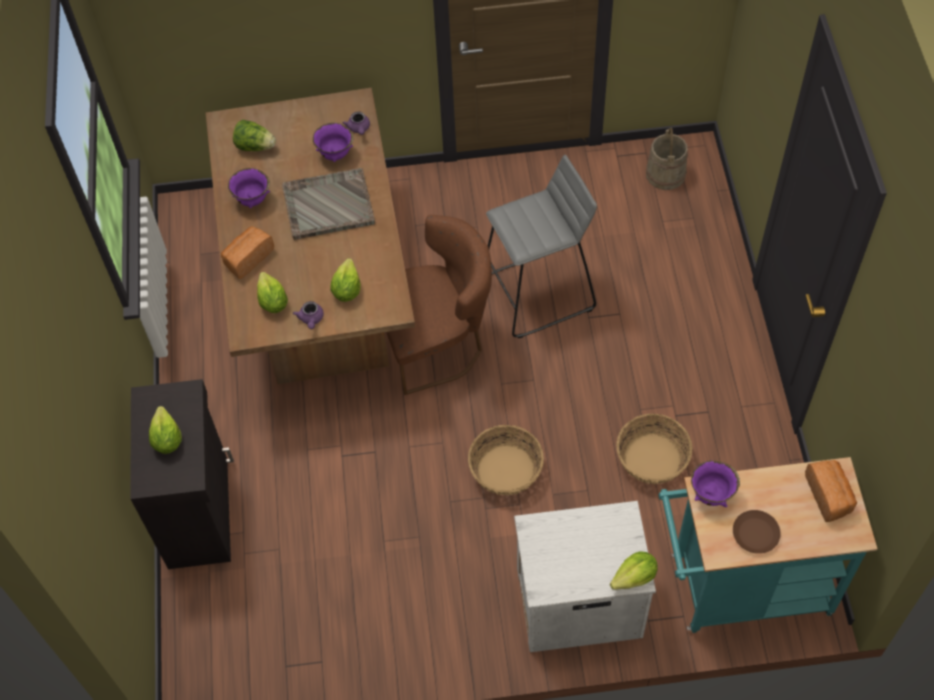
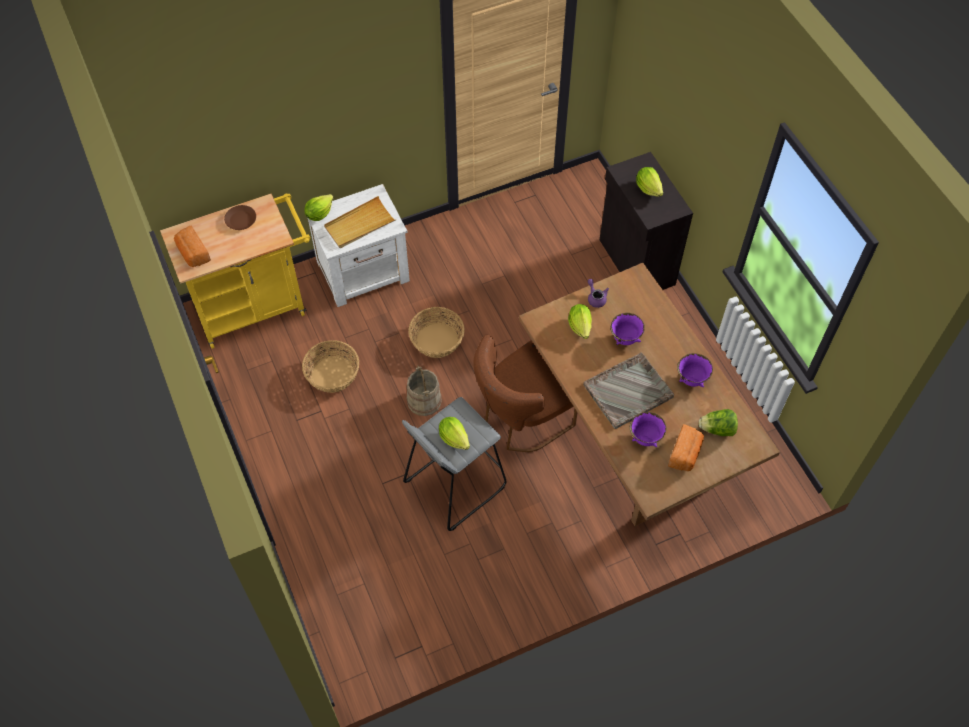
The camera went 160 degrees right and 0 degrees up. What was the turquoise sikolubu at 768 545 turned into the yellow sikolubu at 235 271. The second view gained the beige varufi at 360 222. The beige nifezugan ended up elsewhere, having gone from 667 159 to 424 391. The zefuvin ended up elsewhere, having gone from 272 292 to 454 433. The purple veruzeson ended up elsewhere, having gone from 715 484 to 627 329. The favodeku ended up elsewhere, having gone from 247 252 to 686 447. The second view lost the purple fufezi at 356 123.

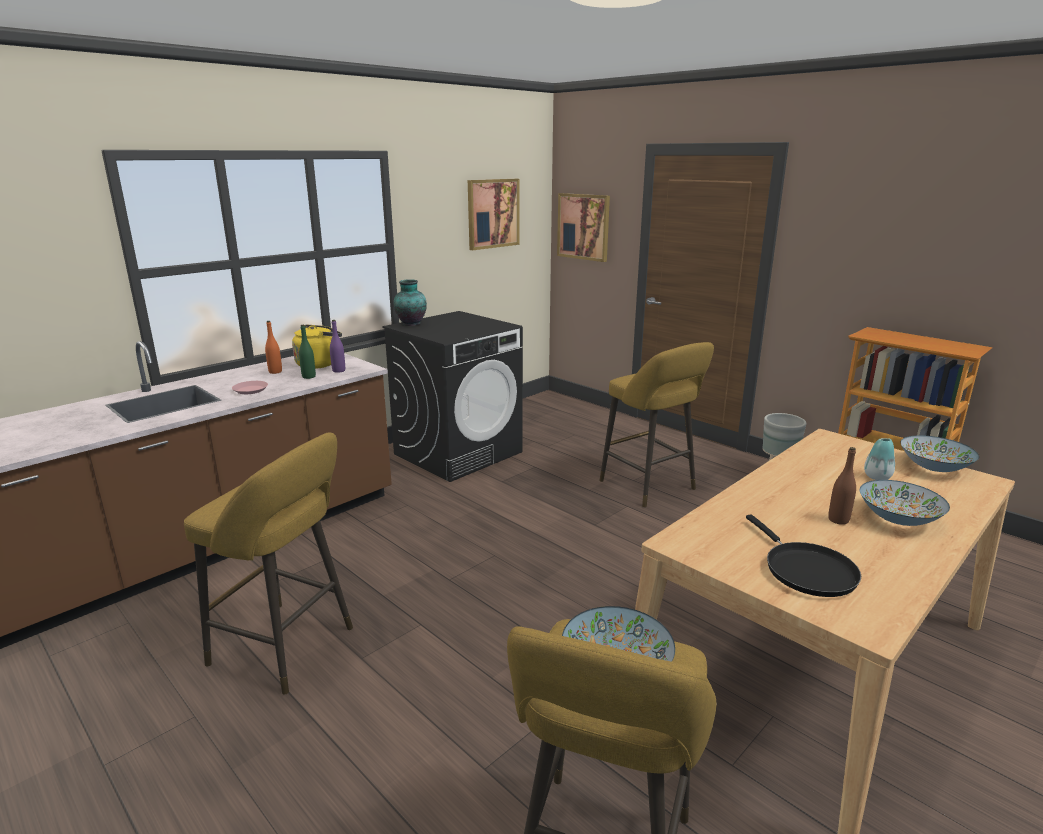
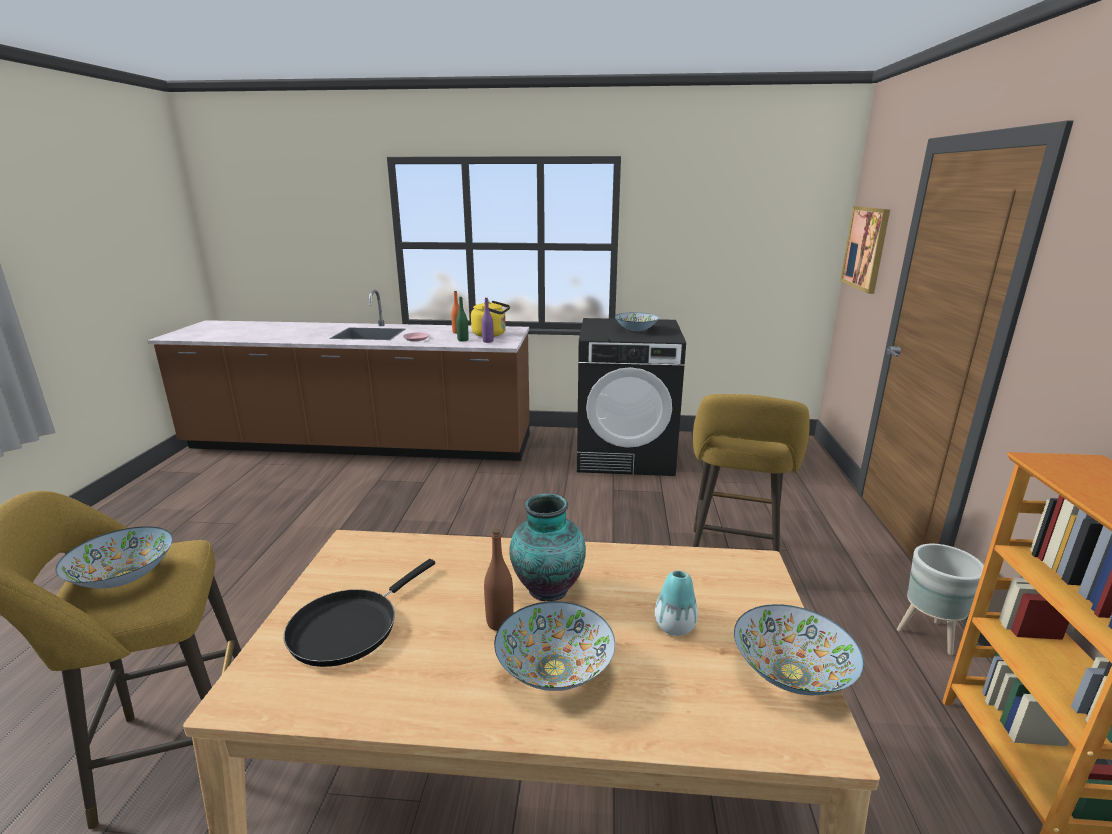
The camera went 50 degrees right and 0 degrees up. The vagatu ended up elsewhere, having gone from 410 302 to 547 547. The second view gained the veruzeson at 637 322. The second view lost the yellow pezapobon at 268 563. The second view lost the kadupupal at 494 214.

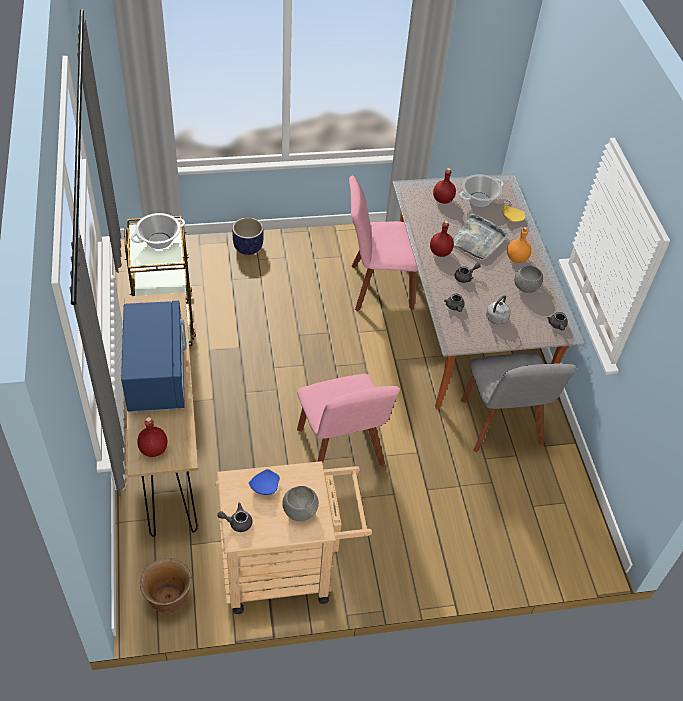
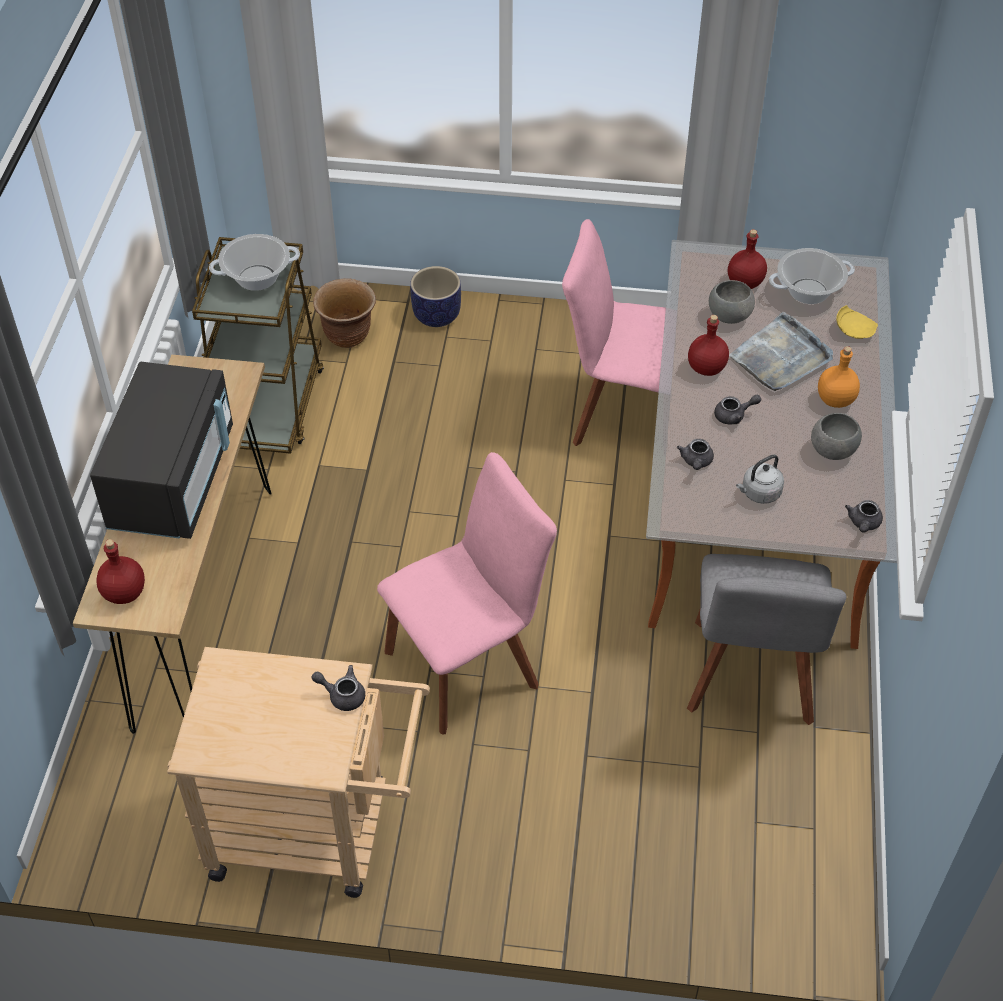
The camera went 20 degrees right and 0 degrees up. What was the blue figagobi at 154 356 turned into the black figagobi at 161 450. The grey fufezi ended up elsewhere, having gone from 234 517 to 338 688. The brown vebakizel ended up elsewhere, having gone from 166 585 to 344 313. The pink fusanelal at 348 420 ended up facing another way, 120 degrees counterclockwise from before. The grey veruzeson ended up elsewhere, having gone from 300 503 to 732 302. The second view lost the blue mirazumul at 264 482.

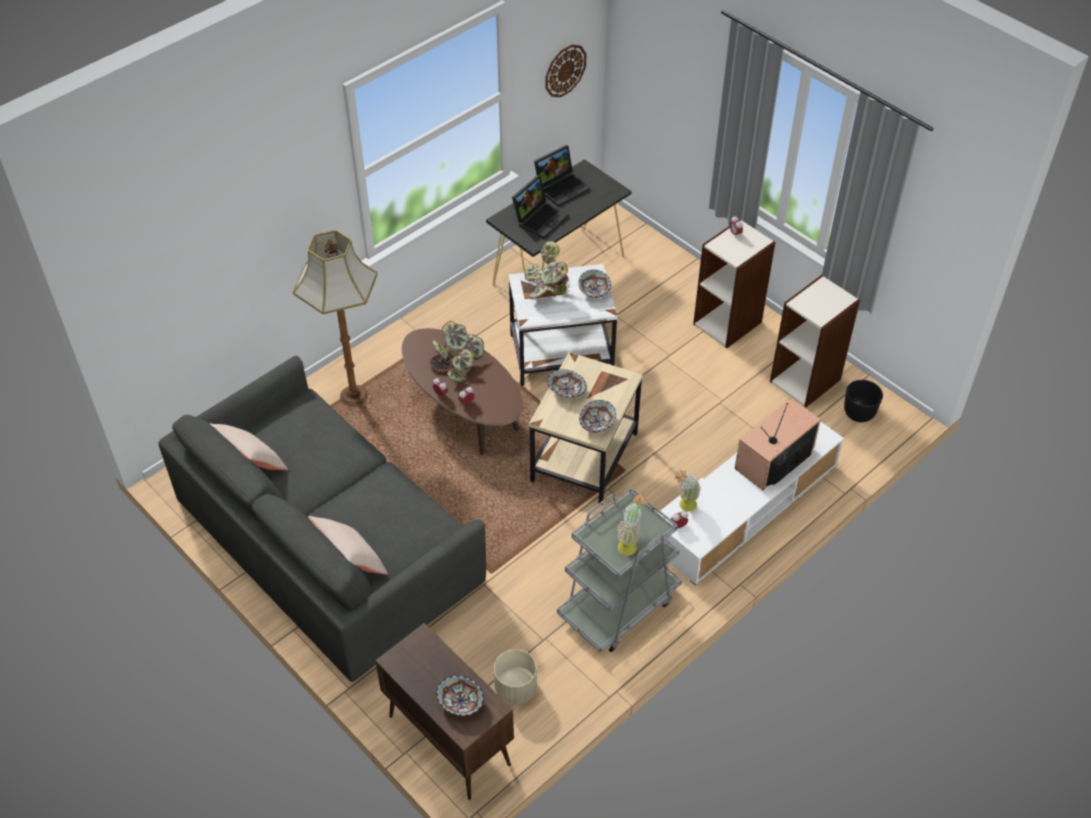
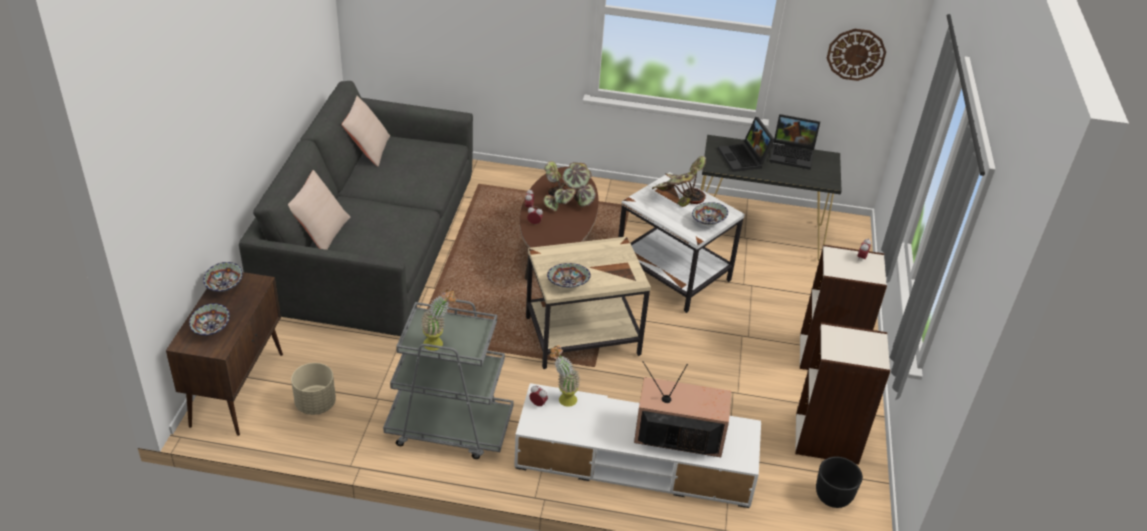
The camera went 50 degrees right and 10 degrees down. The veruzeson ended up elsewhere, having gone from 567 383 to 223 277. The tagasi at 540 207 ended up facing another way, 75 degrees clockwise from before. The second view lost the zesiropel at 335 318.

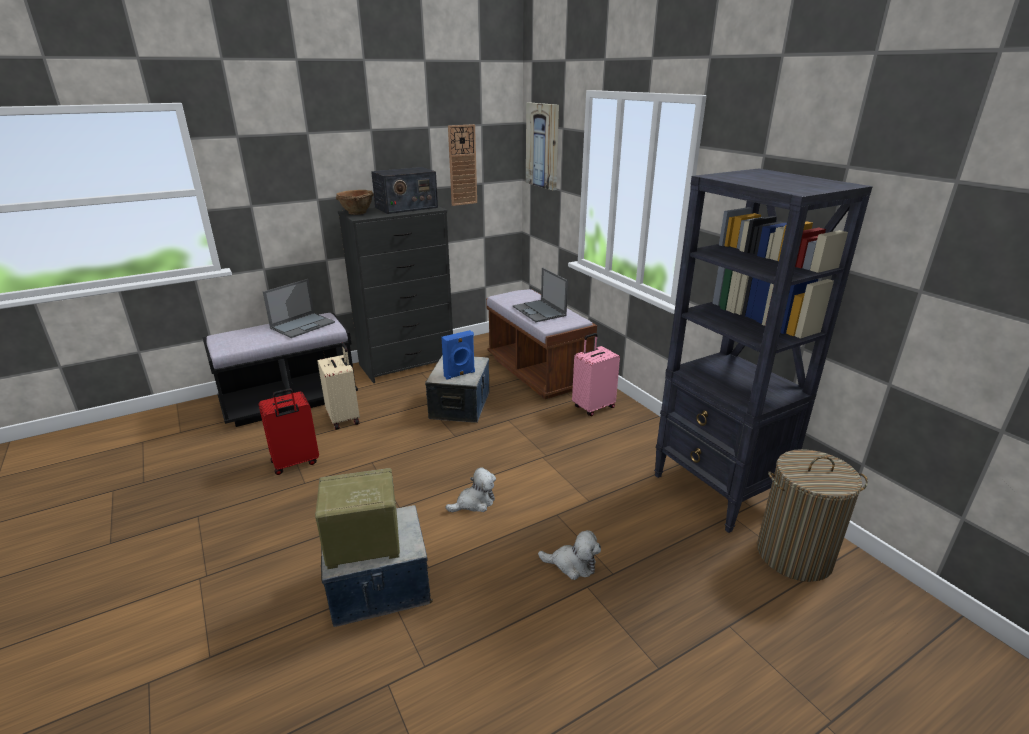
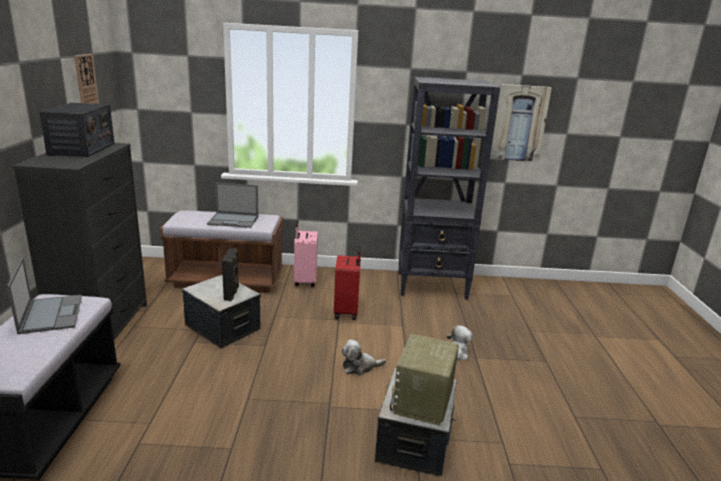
The camera went 60 degrees left and 5 degrees down. What was the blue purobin at 458 355 turned into the black purobin at 230 274. The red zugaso ended up elsewhere, having gone from 288 431 to 347 283. The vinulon at 470 489 ended up facing another way, 105 degrees counterclockwise from before. The kadupupal ended up elsewhere, having gone from 542 146 to 521 123. The second view lost the beige zugaso at 338 386. The second view lost the brown veruzeson at 355 202. The second view lost the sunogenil at 812 515.

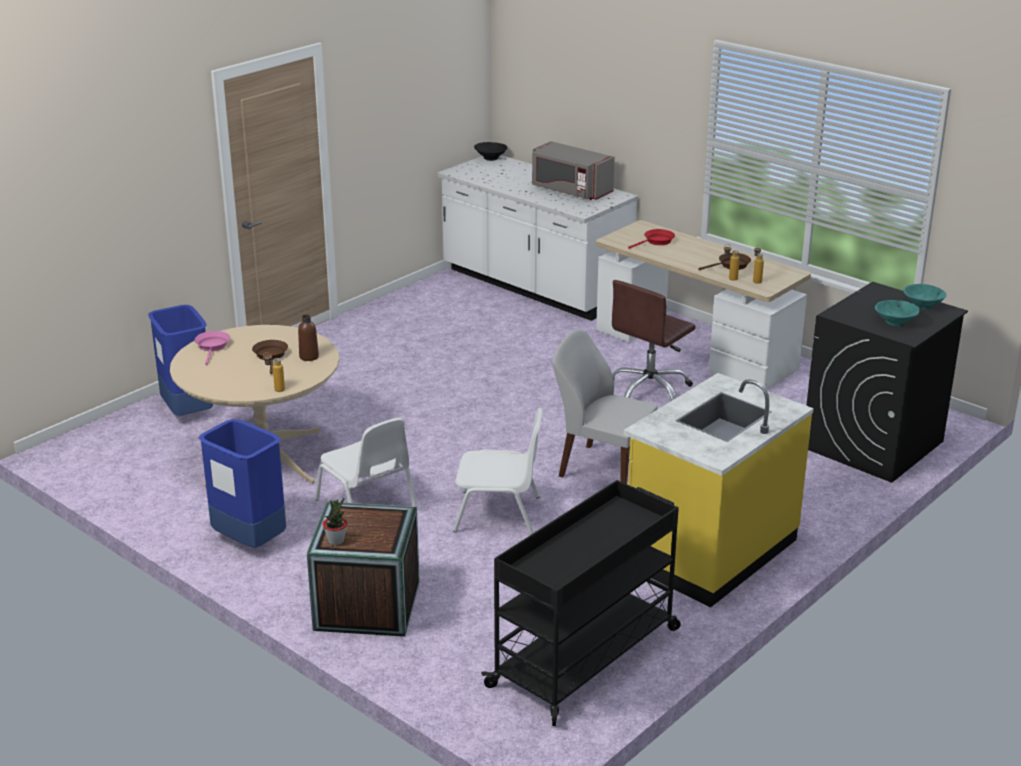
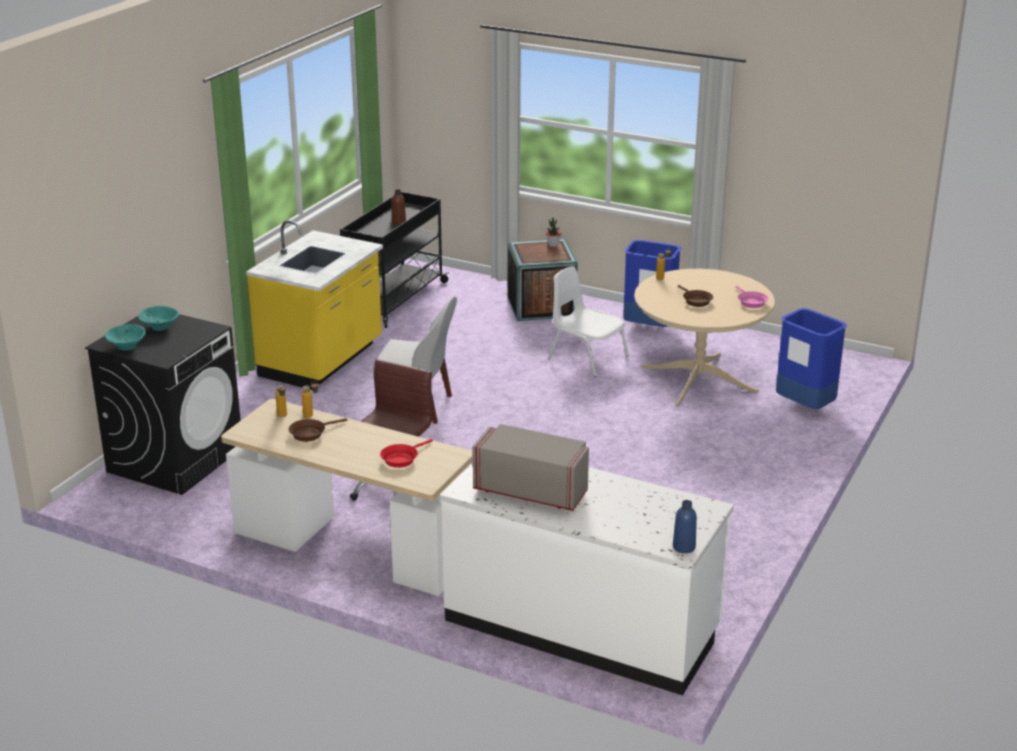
The camera went 165 degrees right and 0 degrees up. The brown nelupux ended up elsewhere, having gone from 308 338 to 398 207. Where the black veruzeson stood at 490 151, the blue nelupux came to stand at 685 526. The second view lost the white fusanelal at 498 471.

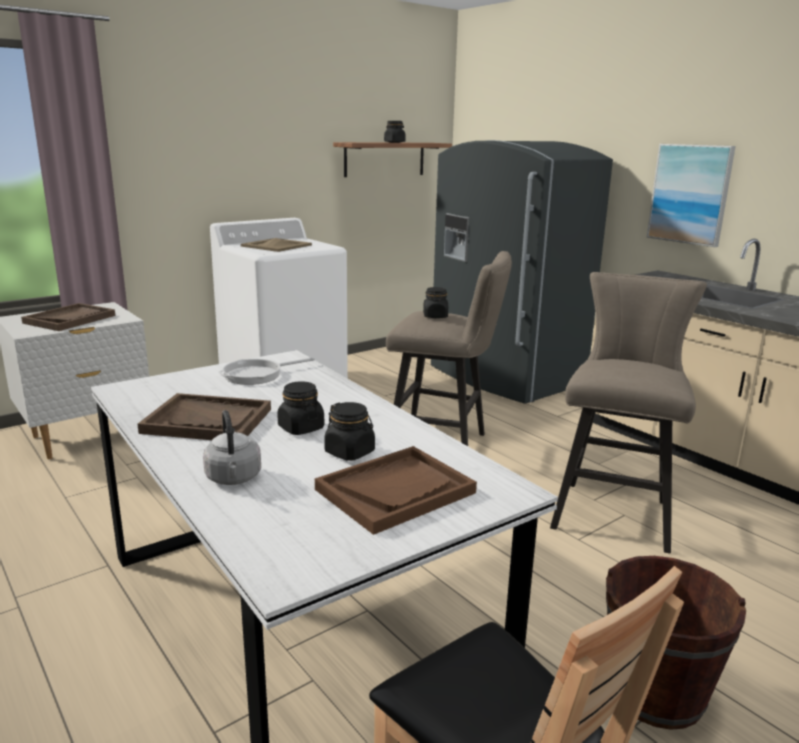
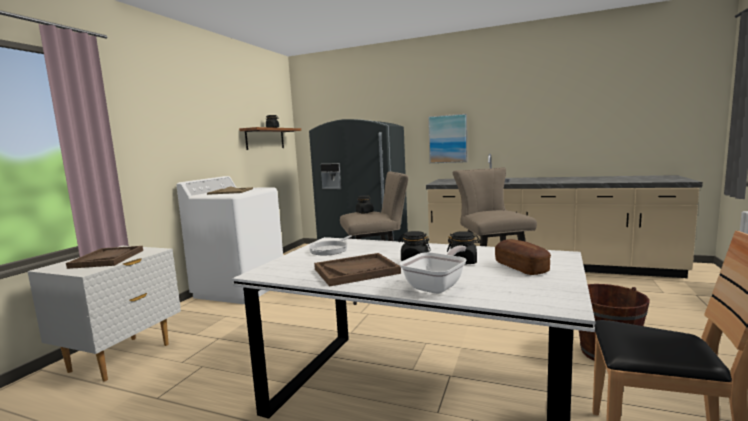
The camera went 30 degrees left and 10 degrees down. Where the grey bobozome stood at 232 447, the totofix came to stand at 432 269. Where the brown varufi stood at 396 490, the favodeku came to stand at 523 257.

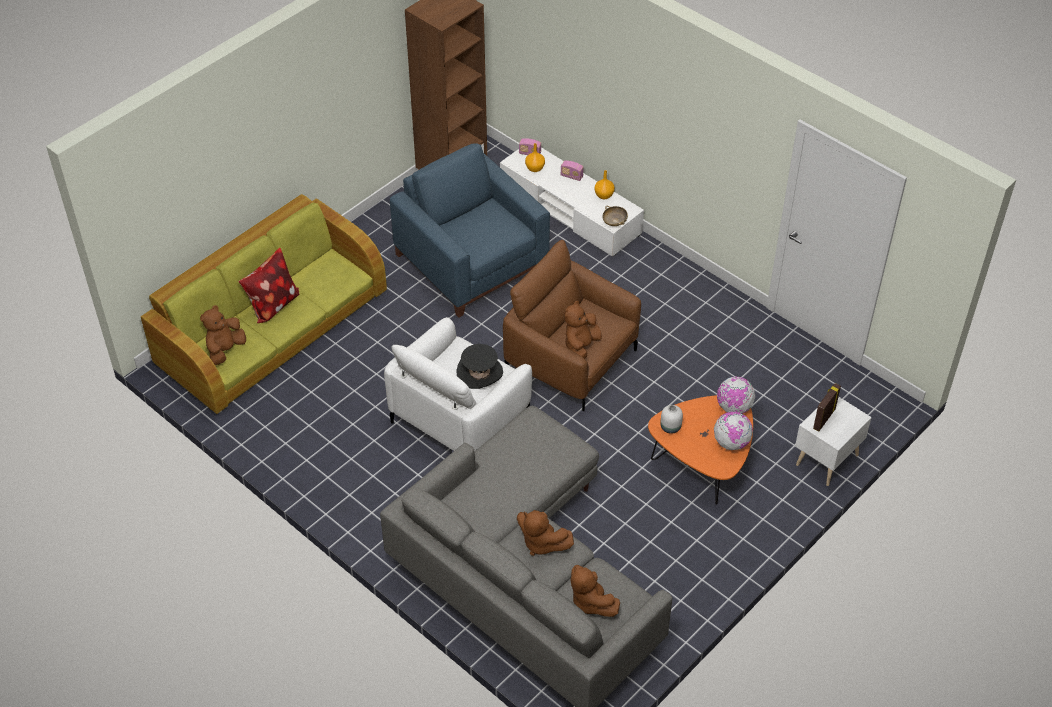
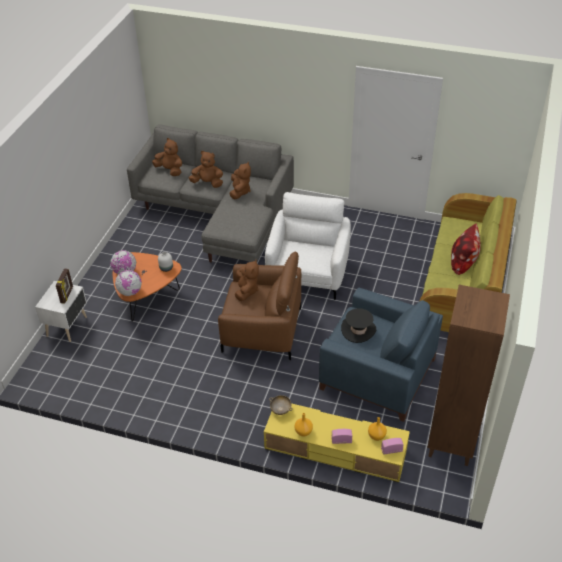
The camera went 155 degrees right and 5 degrees down. The brown vinulon ended up elsewhere, having gone from 223 335 to 240 180. What was the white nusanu at 572 202 turned into the yellow nusanu at 337 443. The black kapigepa ended up elsewhere, having gone from 479 366 to 358 325.

